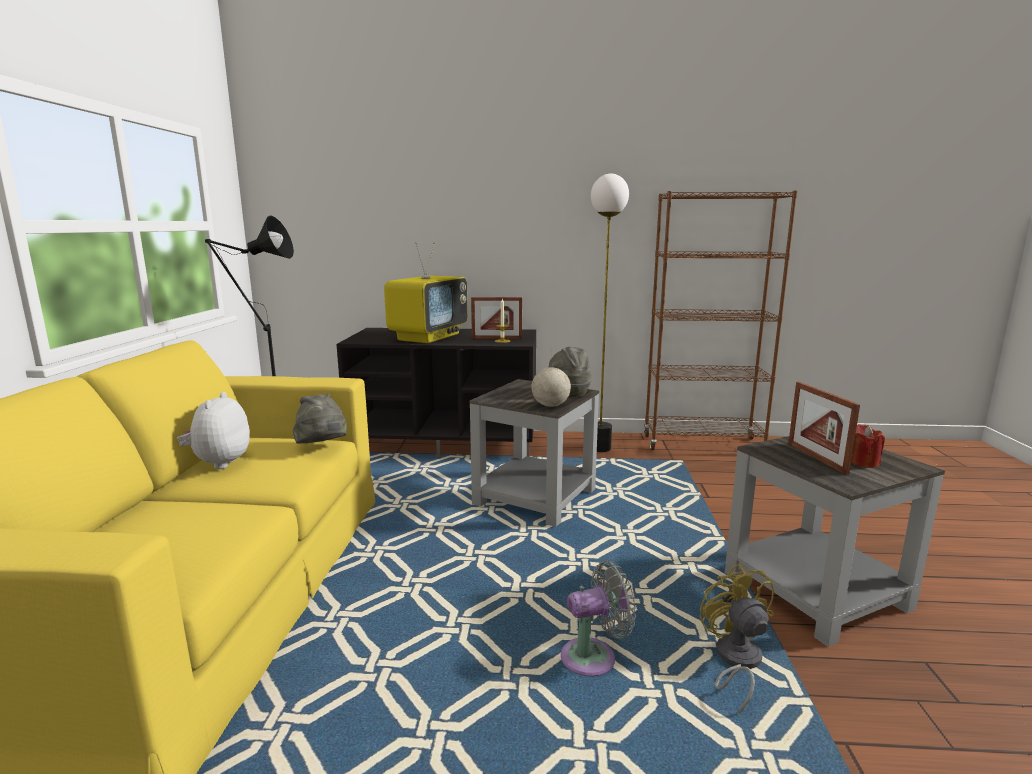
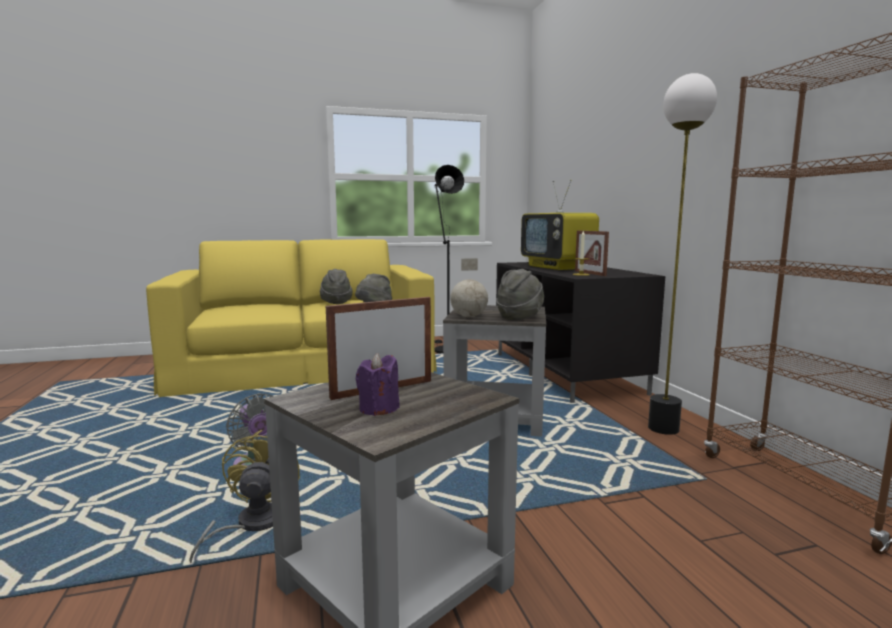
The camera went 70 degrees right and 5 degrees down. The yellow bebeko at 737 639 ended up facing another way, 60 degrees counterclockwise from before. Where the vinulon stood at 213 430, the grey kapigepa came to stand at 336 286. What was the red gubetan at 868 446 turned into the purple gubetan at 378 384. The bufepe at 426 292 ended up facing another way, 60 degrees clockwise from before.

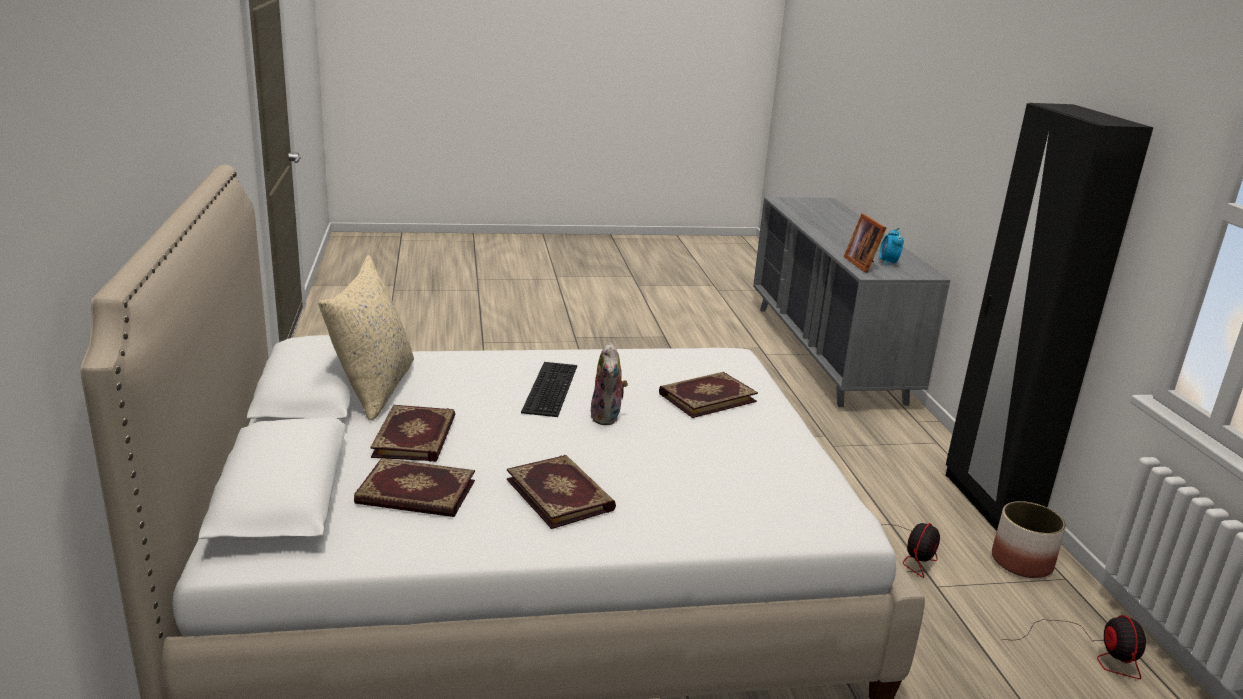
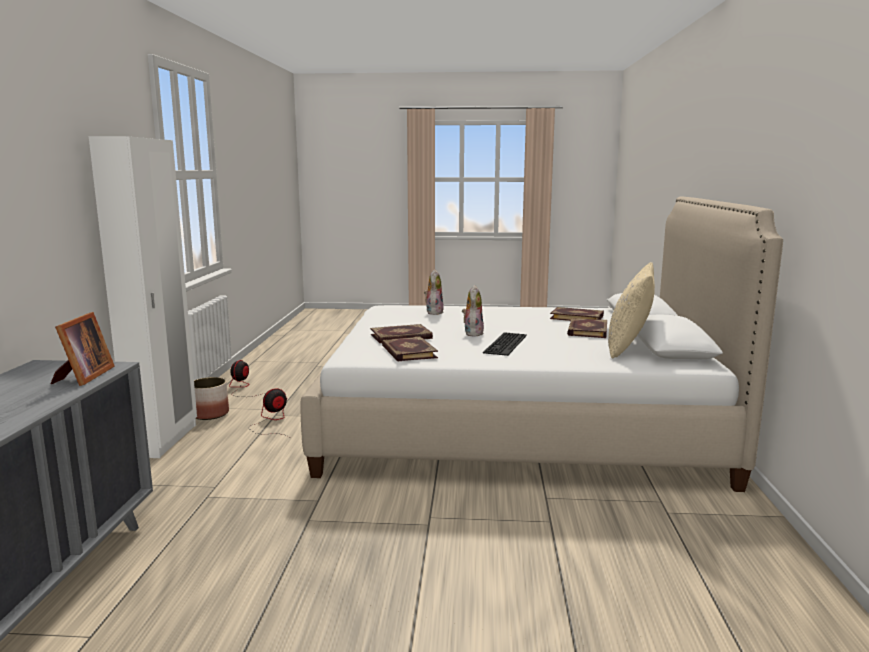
The camera went 165 degrees left and 10 degrees down. What was the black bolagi at 1049 317 turned into the white bolagi at 143 297. The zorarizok ended up elsewhere, having gone from 561 492 to 410 349. The second view gained the vinulon at 434 292. The second view lost the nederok at 891 247.

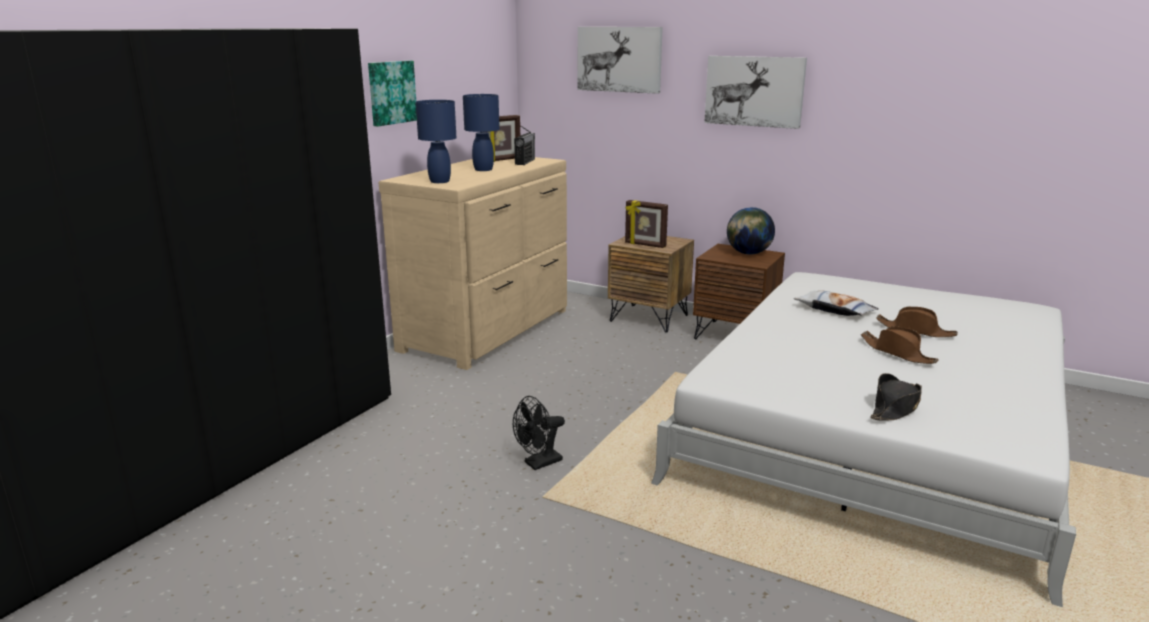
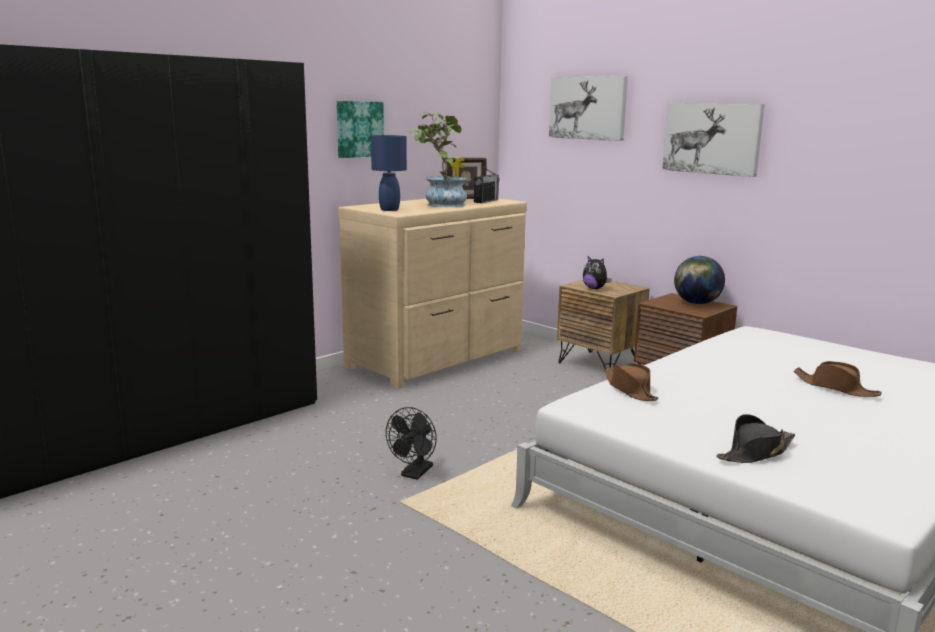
The camera went 15 degrees right and 5 degrees down. The black bebeko at 539 433 ended up facing another way, 45 degrees counterclockwise from before. Where the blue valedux stood at 481 132, the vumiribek came to stand at 438 159. Where the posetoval stood at 646 224, the vinulon came to stand at 597 272. The brown kapigepa ended up elsewhere, having gone from 899 345 to 631 382. The second view lost the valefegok at 836 303.

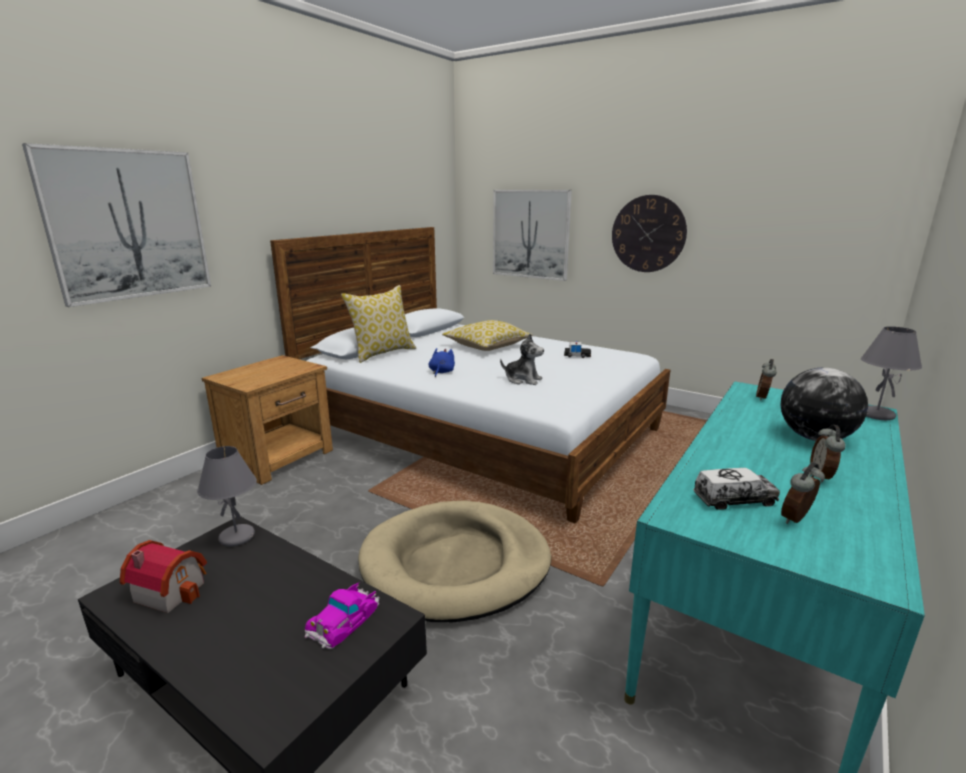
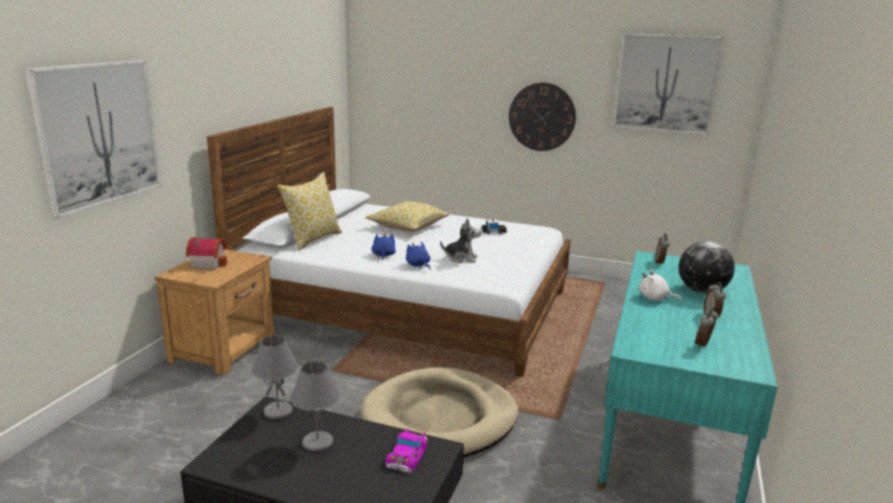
The camera went 15 degrees left and 0 degrees up. The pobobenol ended up elsewhere, having gone from 163 576 to 207 253. The grey valedux ended up elsewhere, having gone from 891 373 to 315 406. The second view gained the blue vinulon at 418 256. The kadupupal ended up elsewhere, having gone from 532 235 to 668 84. The second view gained the white vinulon at 660 285. The second view lost the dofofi at 736 489.

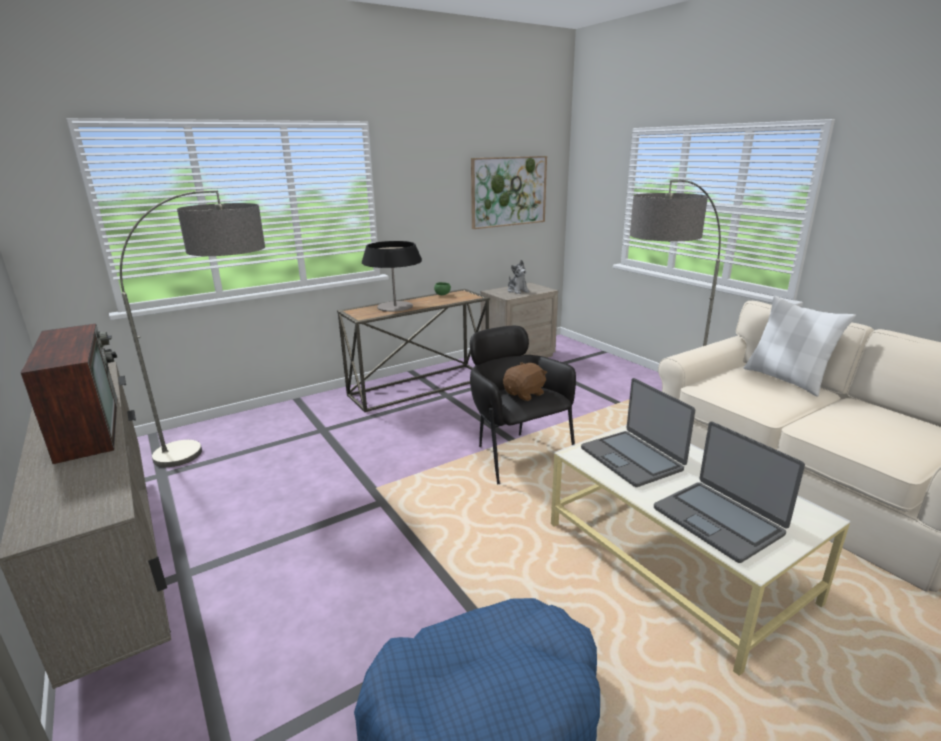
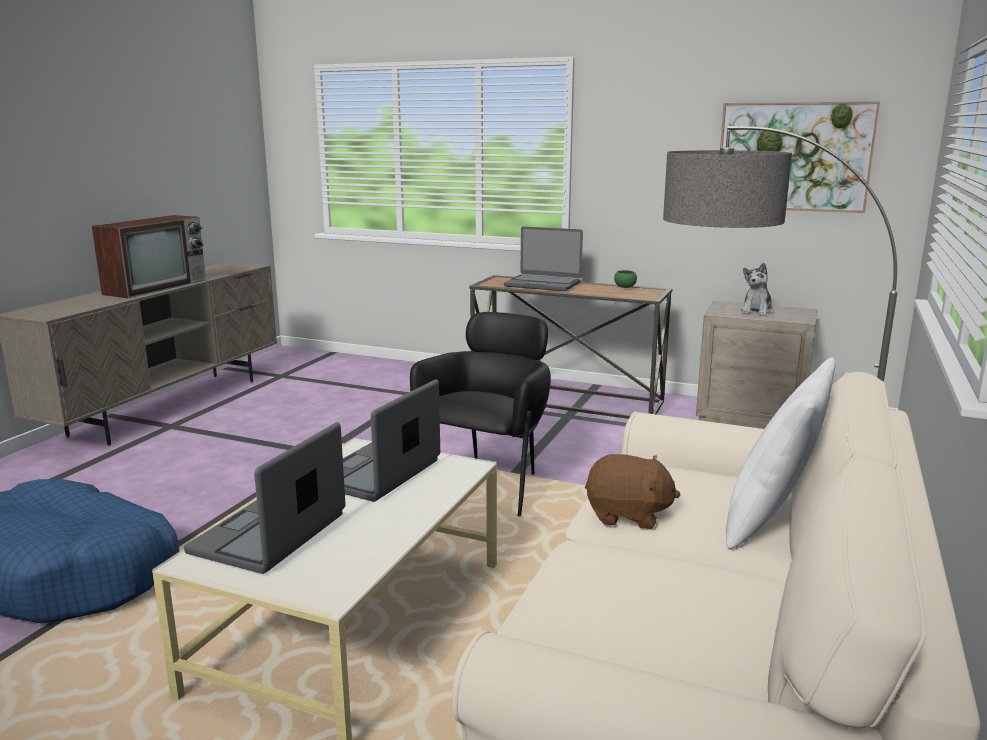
The camera went 55 degrees right and 5 degrees down. Where the valedux stood at 392 276, the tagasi came to stand at 543 258. The brown vinulon ended up elsewhere, having gone from 525 381 to 632 491. The second view lost the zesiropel at 192 328.

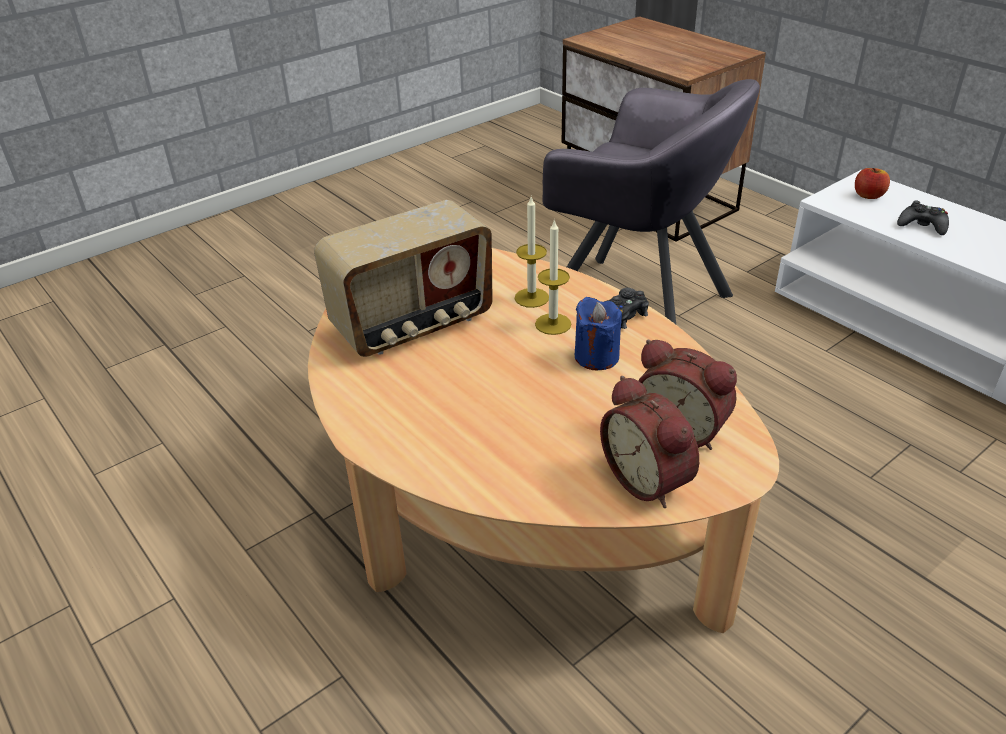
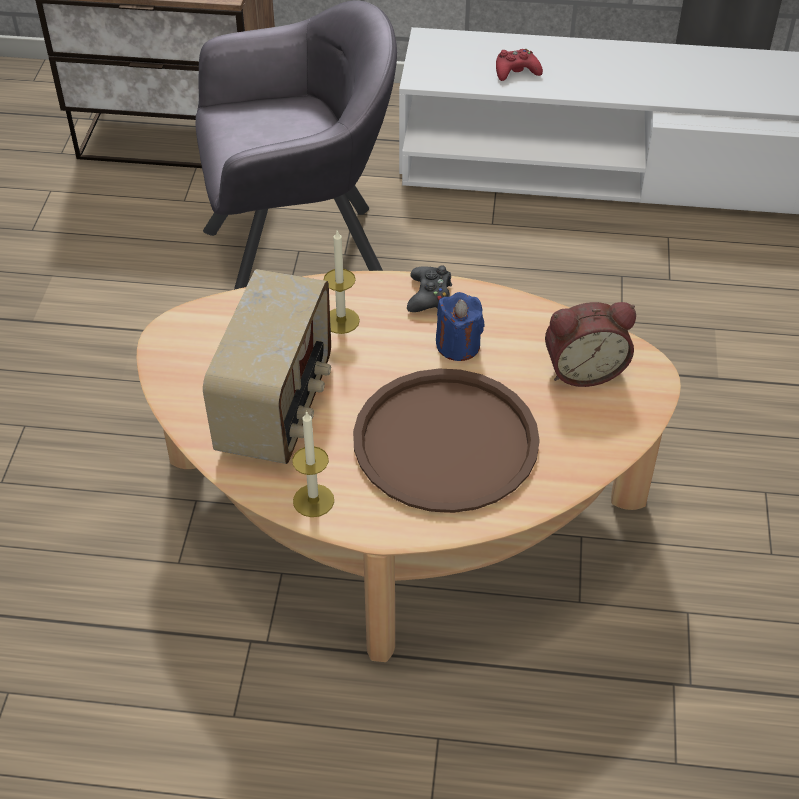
The camera went 45 degrees left and 10 degrees up. The gubetan ended up elsewhere, having gone from 553 277 to 313 464. The second view gained the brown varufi at 446 441. What was the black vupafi at 923 217 turned into the red vupafi at 519 65. The second view lost the nederok at 649 442. The second view lost the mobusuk at 872 183.

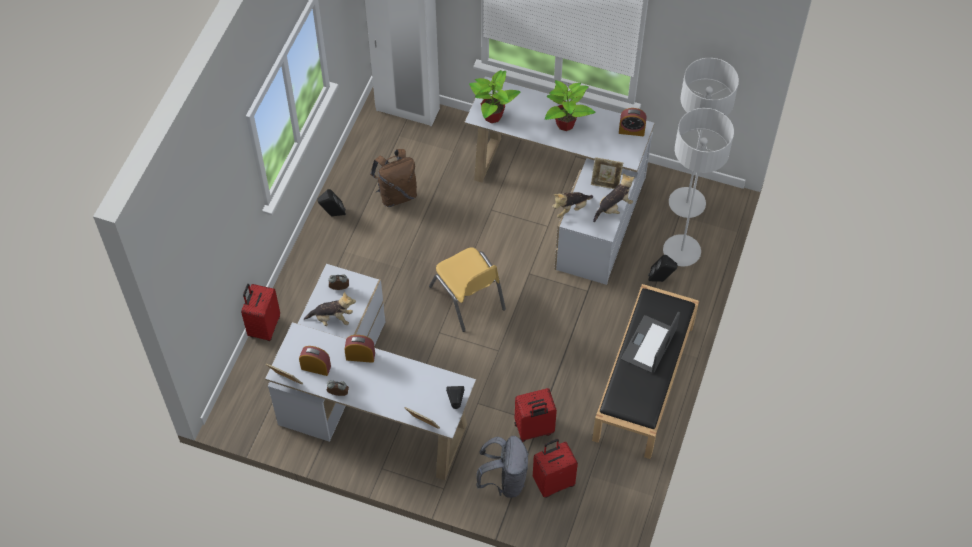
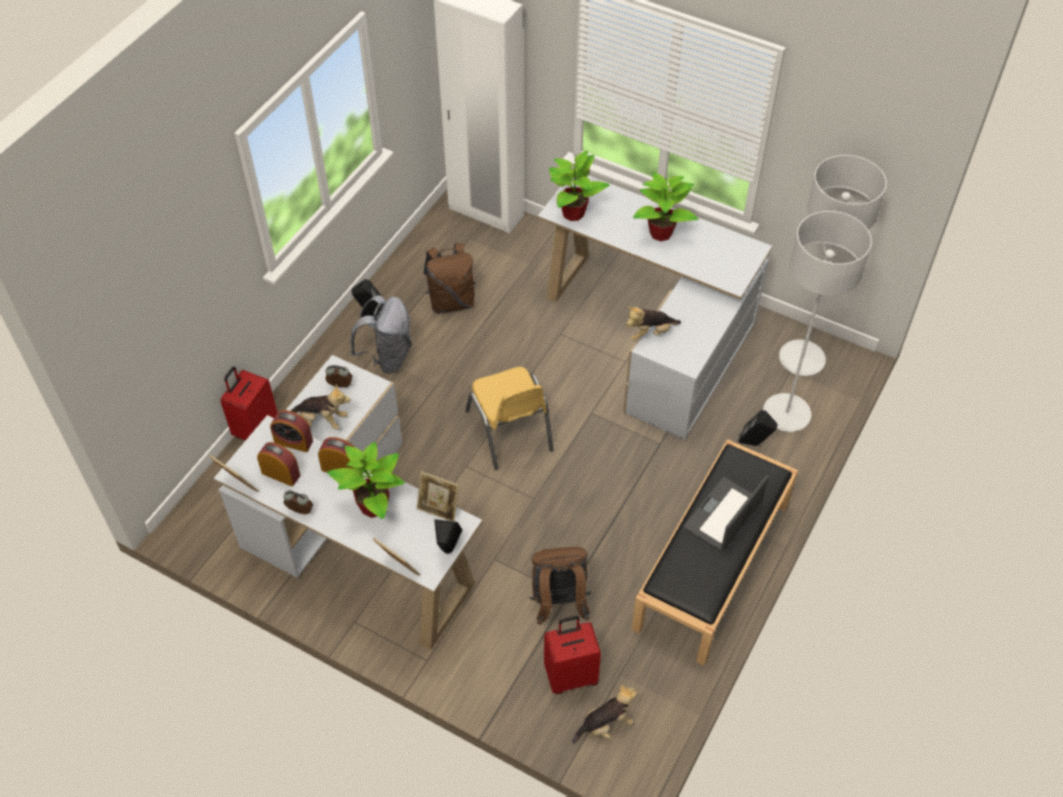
The camera went 10 degrees right and 5 degrees down. The nederok ended up elsewhere, having gone from 632 122 to 291 431. The second view gained the vumiribek at 366 480. The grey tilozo ended up elsewhere, having gone from 502 467 to 381 334. The posetoval ended up elsewhere, having gone from 607 173 to 438 496. Where the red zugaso stood at 535 415, the brown tilozo came to stand at 560 586. The vinulon ended up elsewhere, having gone from 614 197 to 604 714.

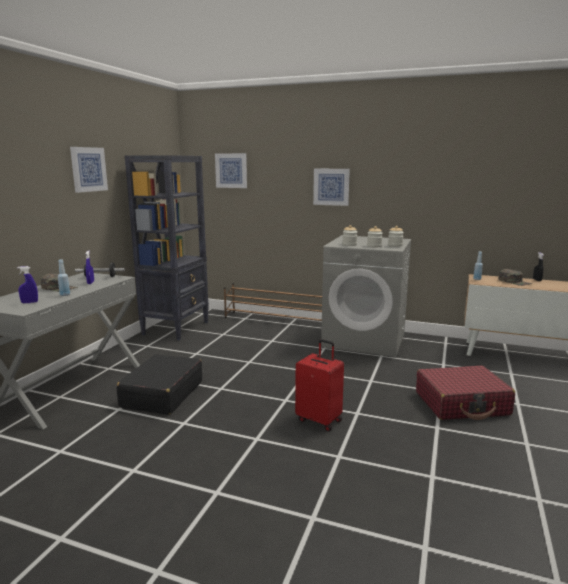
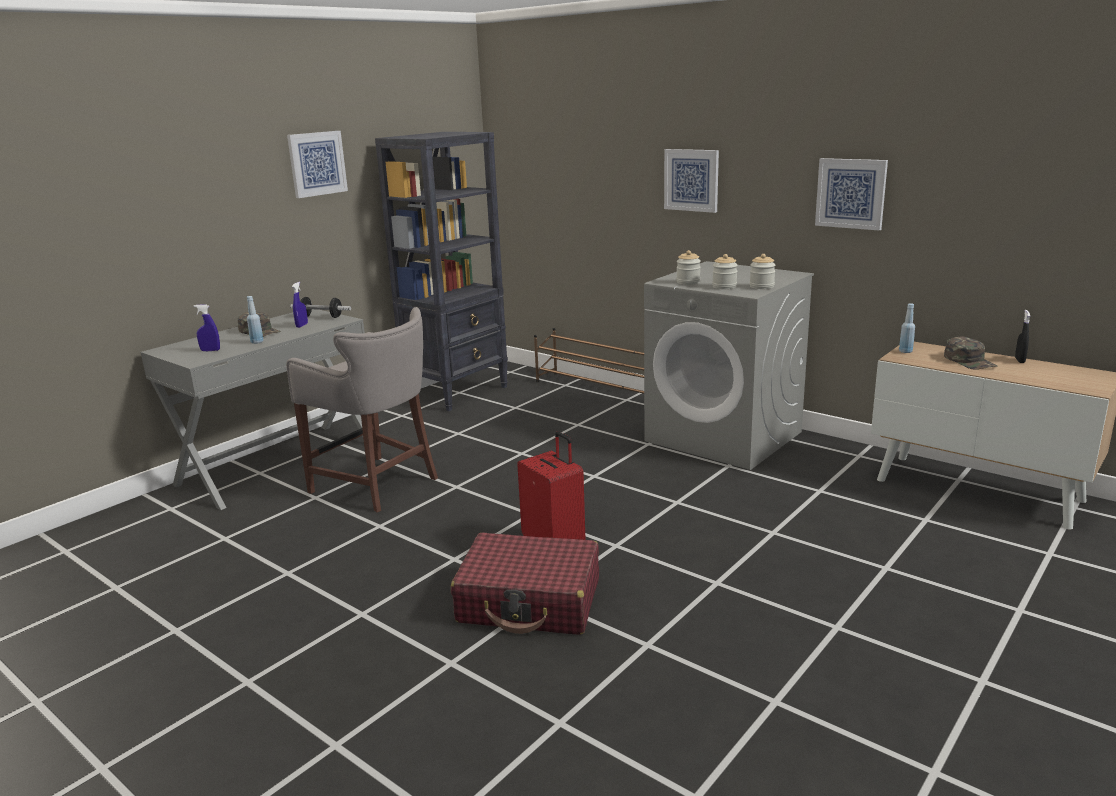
The camera went 20 degrees right and 5 degrees up. Where the black zugaso stood at 159 384, the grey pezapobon came to stand at 362 409. The red zugaso ended up elsewhere, having gone from 465 393 to 525 583. The kadupupal ended up elsewhere, having gone from 231 170 to 851 194.

